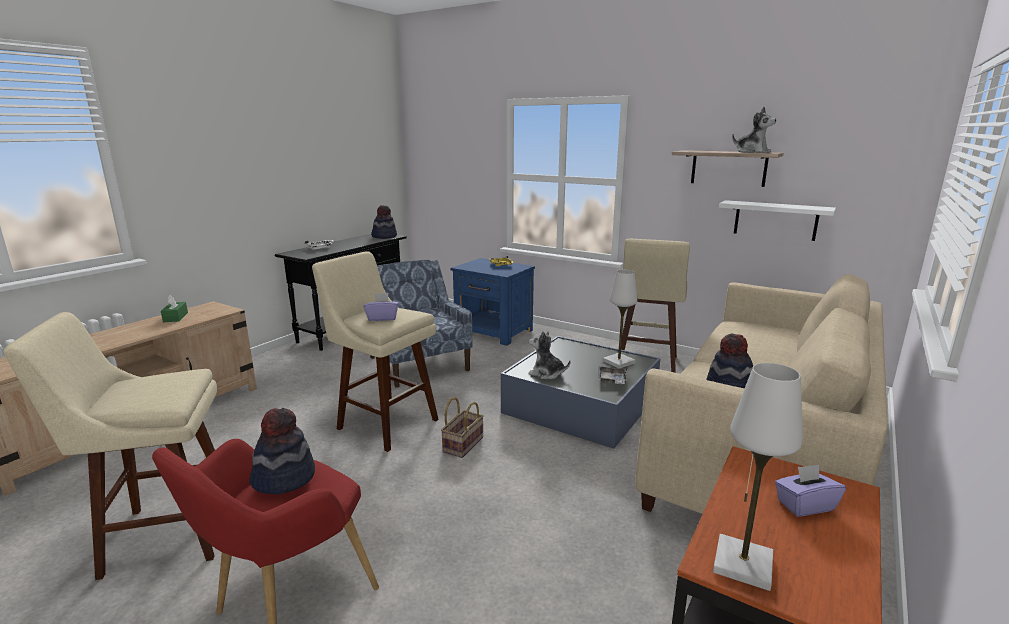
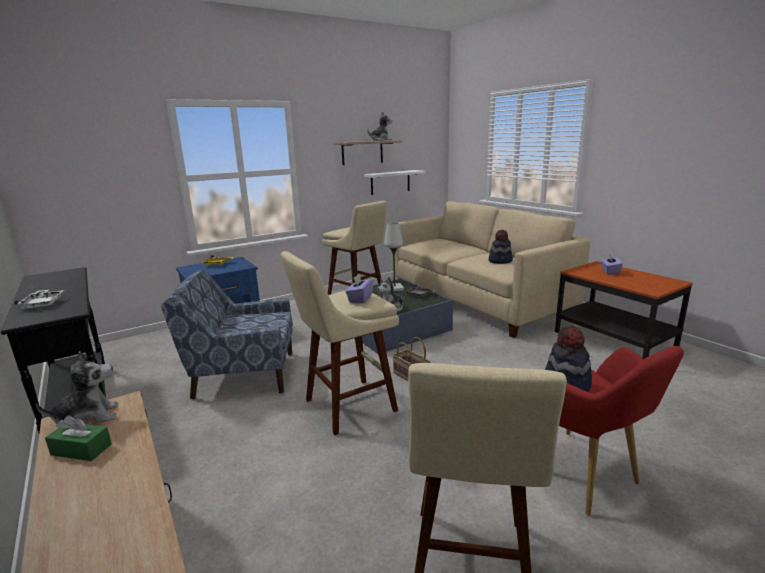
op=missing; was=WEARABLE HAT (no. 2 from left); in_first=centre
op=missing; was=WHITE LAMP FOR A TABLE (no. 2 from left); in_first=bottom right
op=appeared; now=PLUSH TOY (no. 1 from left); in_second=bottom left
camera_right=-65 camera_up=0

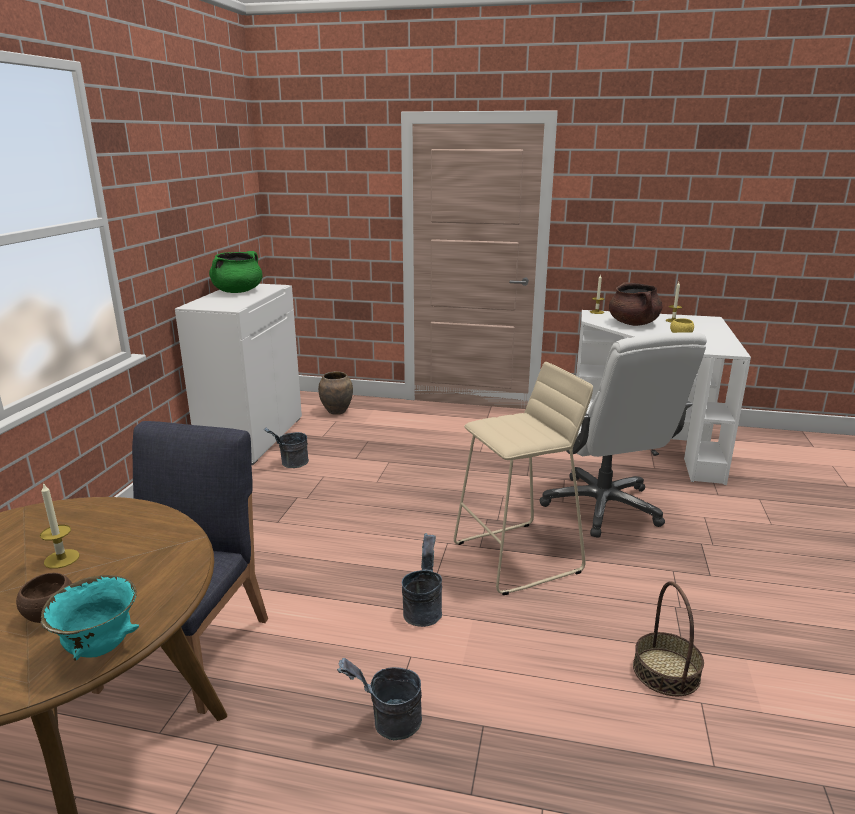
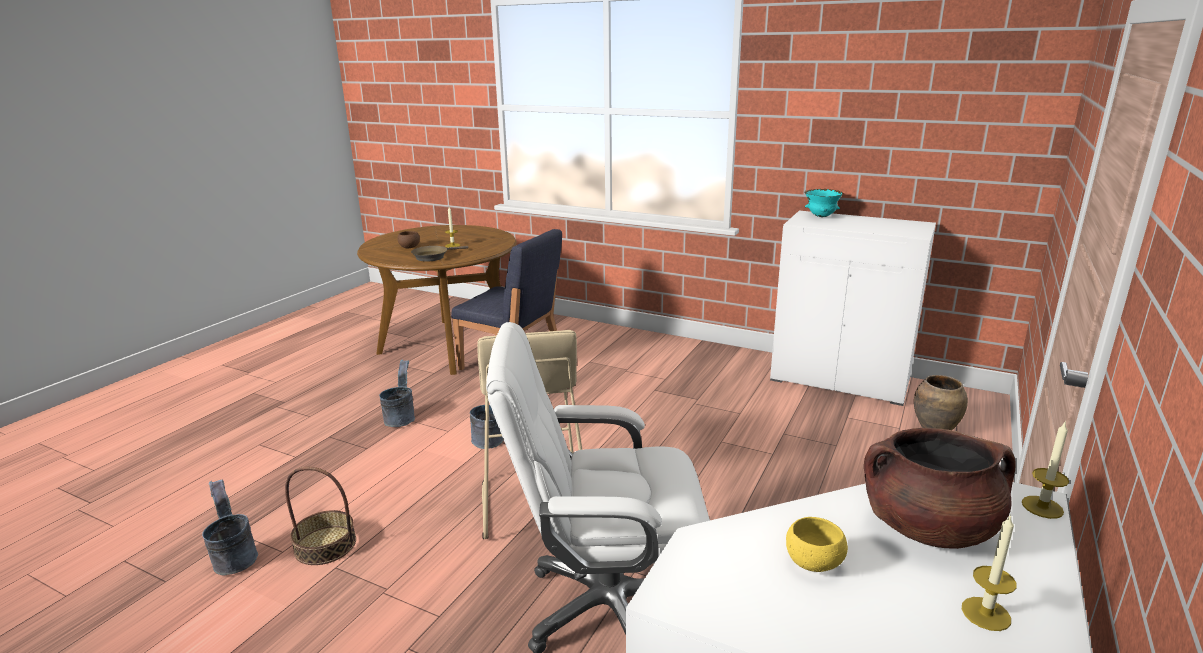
op=relocated; was=TURQUOISE SERVING BOWL; in_first=bottom left; in_second=top right
op=missing; was=GREEN-COLOURED STOCKPOT; in_first=middle left
op=relocated; was=GREYISH PAIL (no. 1 from left); in_first=centre; in_second=bottom left
op=appeared; now=BROWNISH PAN; in_second=centre
camera_right=105 camera_up=0

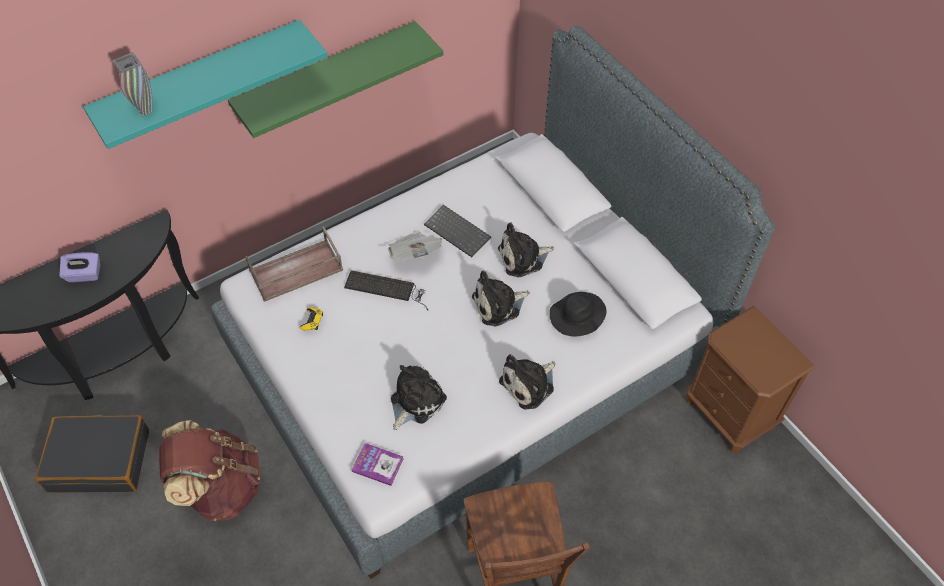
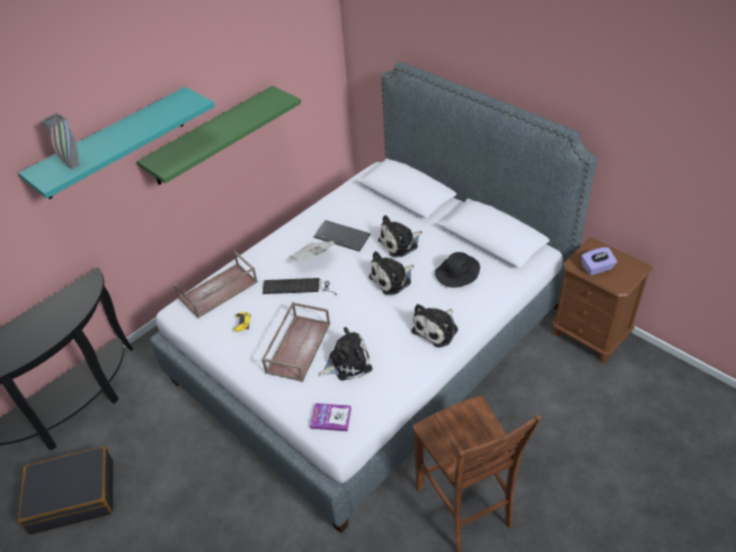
op=relocated; was=PURPLISH TISSUE BOX; in_first=middle left; in_second=middle right
op=missing; was=BROWNISH RUCKSACK; in_first=bottom left
op=spun; was=PLUSH TOY (no. 1 from left); in_first=bottom centre; in_second=centre; clockwise=45
op=appeared; now=BROWNISH SERVING TRAY (no. 2 from left); in_second=centre
camera_right=-10 camera_up=-10

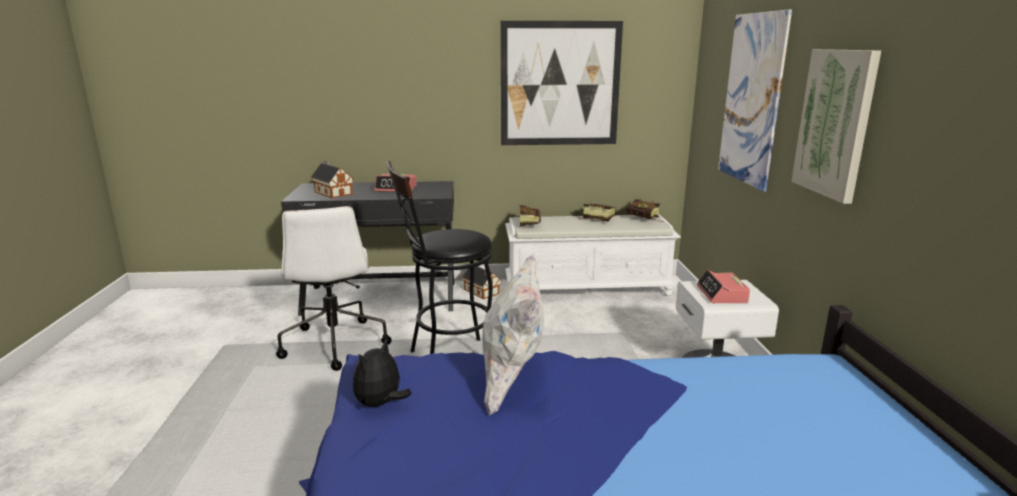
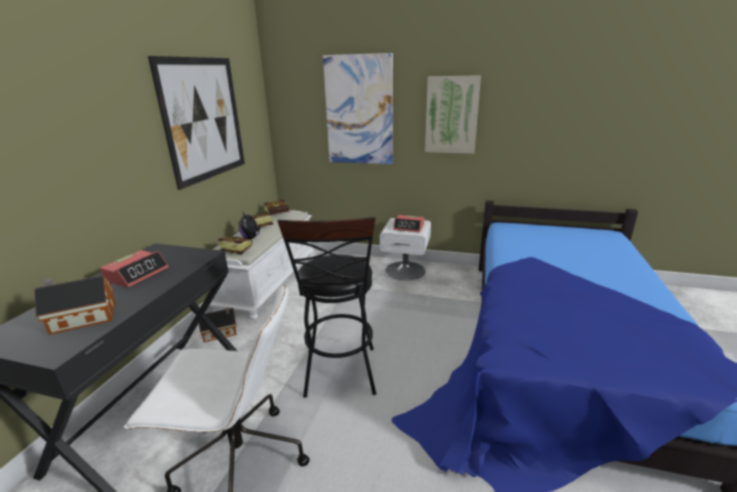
op=relocated; was=PLUSH TOY; in_first=bottom centre; in_second=centre
op=missing; was=WHITE CUSHION; in_first=bottom centre
camera_right=-70 camera_up=5

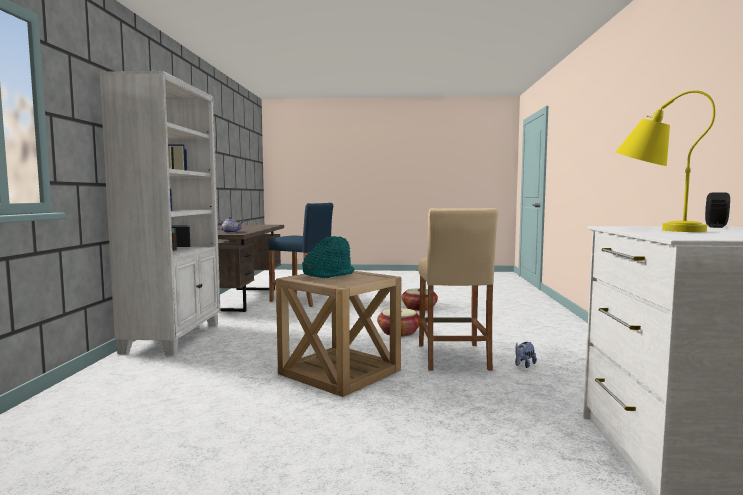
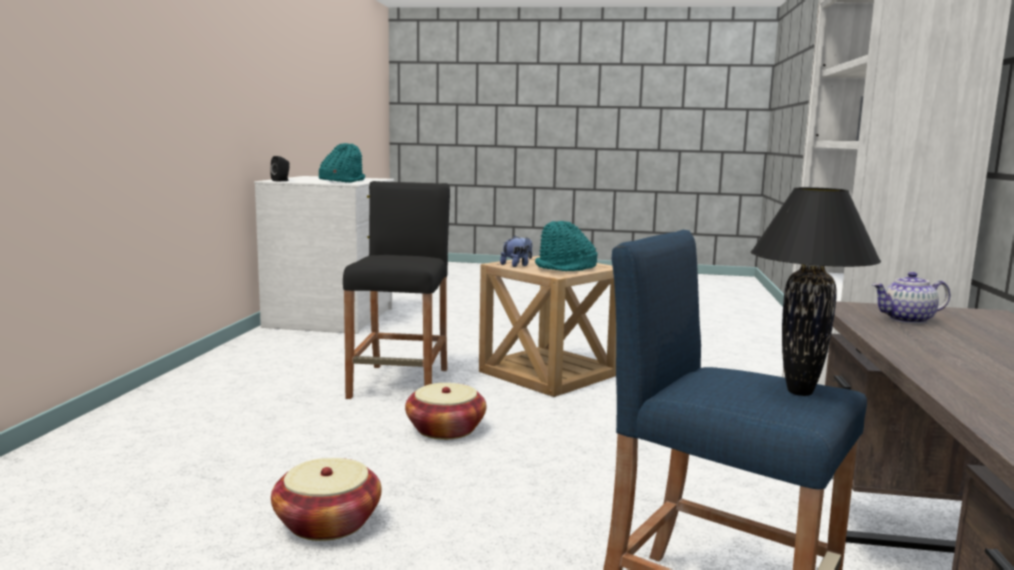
op=colour; was=BEIGE-COLOURED STOOL; now=BLACK STOOL; in_first=centre; in_second=centre
op=relocated; was=PLUSH TOY; in_first=bottom right; in_second=centre
op=exchanged; was=YELLOW-COLOURED LAMP FOR A TABLE; now=TURQUOISE WEARABLE HAT (no. 1 from left); in_first=top right; in_second=top centre
op=appeared; now=BLACK LAMP FOR A TABLE; in_second=middle right
camera_right=-175 camera_up=5

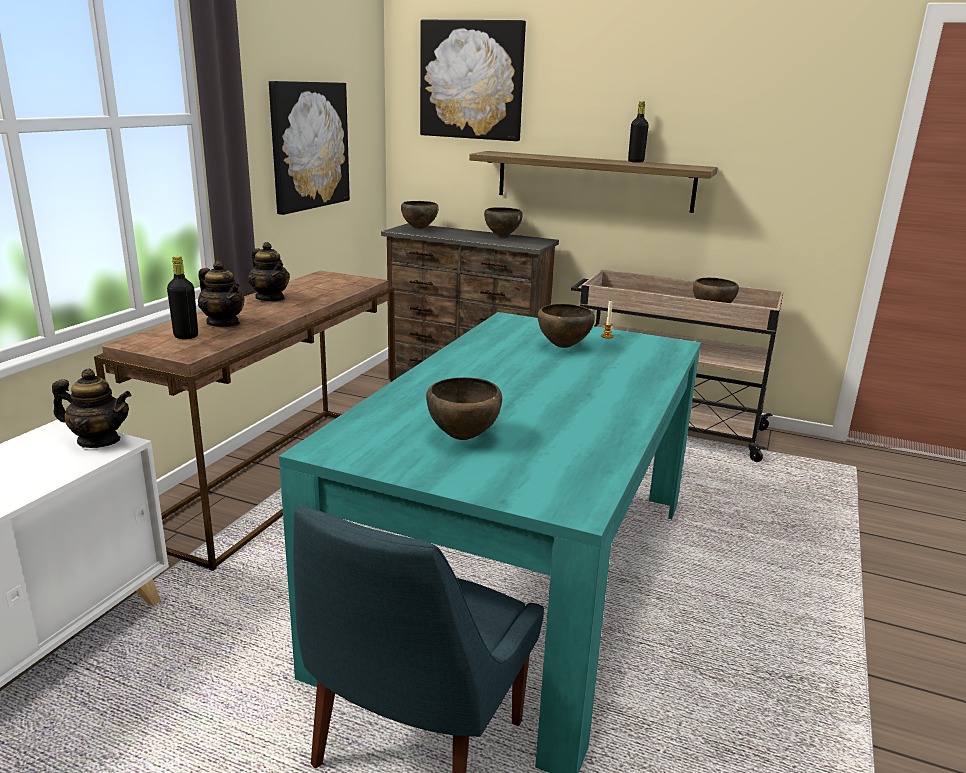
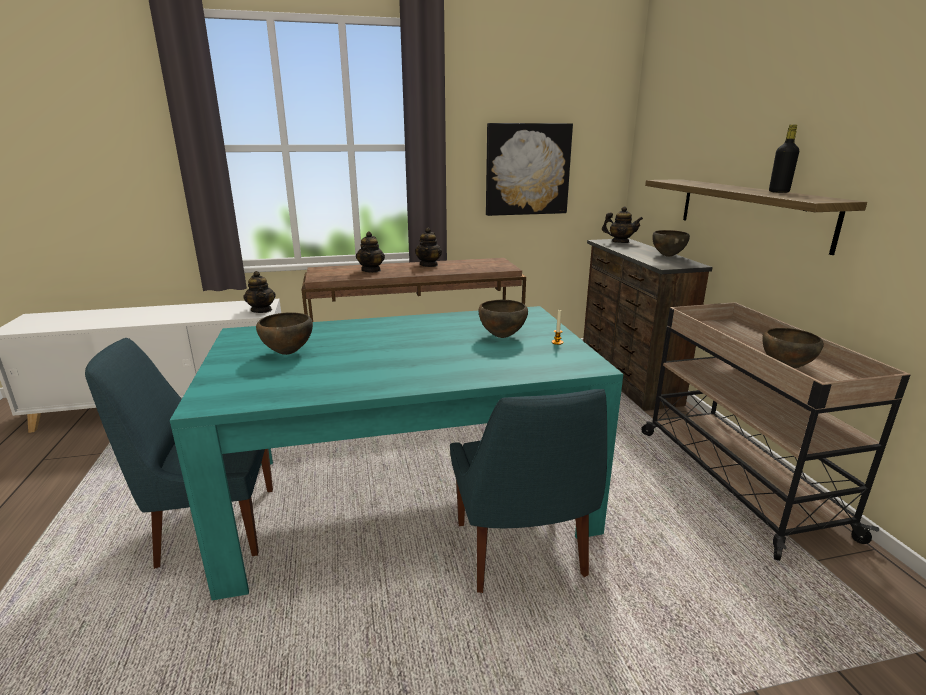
op=missing; was=BLACK DRINK BOTTLE (no. 1 from left); in_first=middle left
op=exchanged; was=BROWNISH SERVING BOWL (no. 1 from left); now=TEAPOT (no. 4 from left); in_first=top centre; in_second=top right
op=missing; was=PICTURE (no. 2 from left); in_first=top centre
op=appeared; now=BLUE CHAIR (no. 2 from left); in_second=bottom centre
camera_right=55 camera_up=0

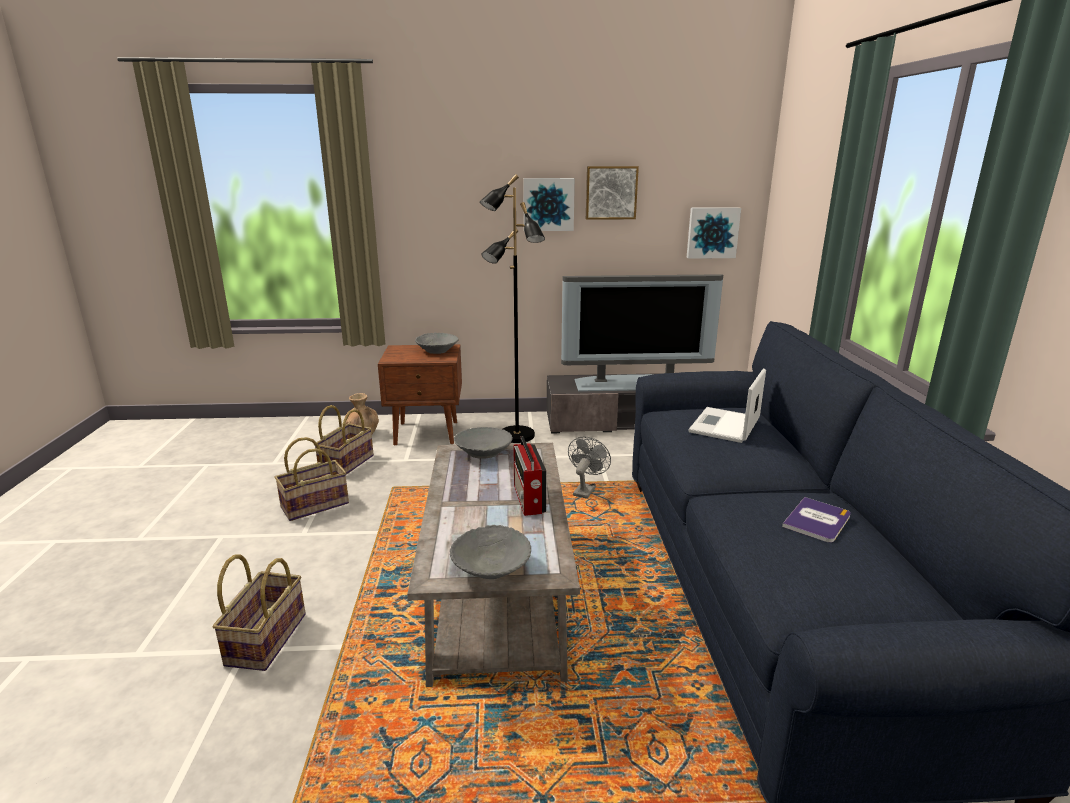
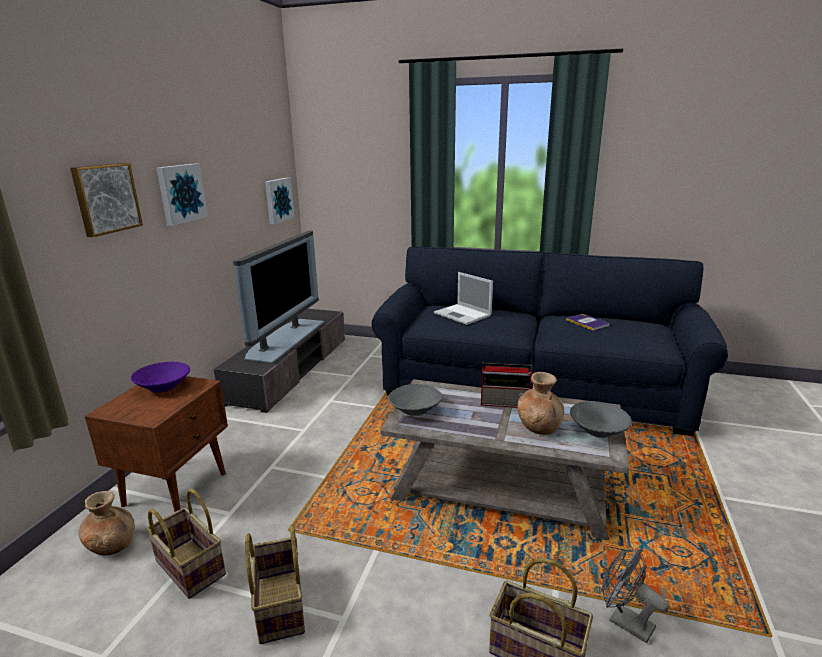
op=colour; was=GREYISH SERVING BOWL (no. 1 from left); now=PURPLISH SERVING BOWL; in_first=centre; in_second=middle left
op=missing; was=BLACK FLOOR LAMP; in_first=centre
op=relocated; was=GREYISH COOLING FAN; in_first=centre; in_second=bottom right
op=relocated; was=PICTURE (no. 2 from left in the first image); now=PICTURE (no. 1 from left); in_first=top centre; in_second=top left
op=appeared; now=BROWNISH VASE (no. 2 from left); in_second=centre
camera_right=-70 camera_up=0

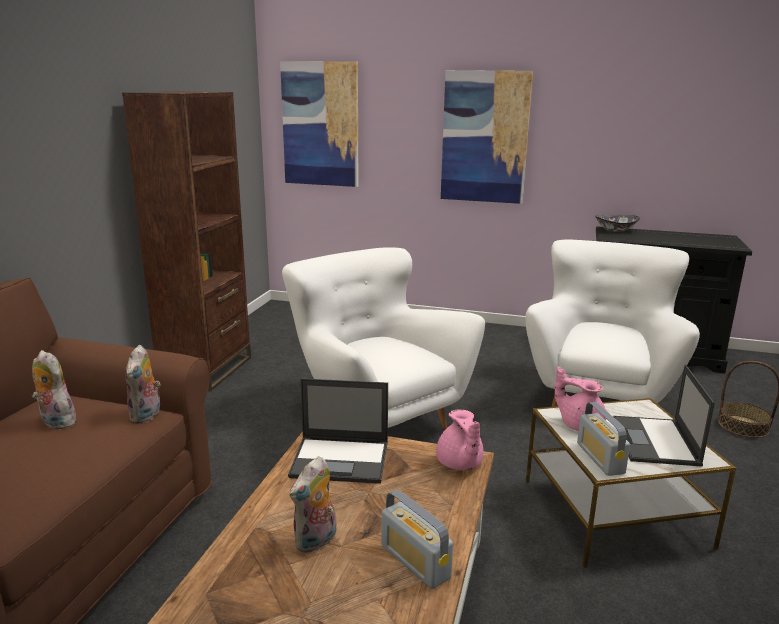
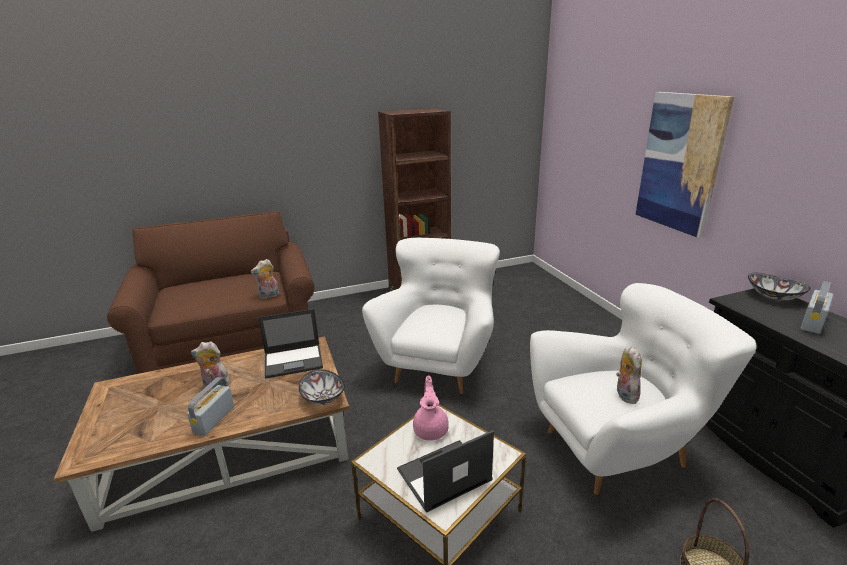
op=relocated; was=PLUSH TOY (no. 1 from left in the first image); now=PLUSH TOY (no. 3 from left); in_first=middle left; in_second=middle right
op=missing; was=PICTURE (no. 1 from left); in_first=top centre
op=spun; was=PORTABLE COMPUTER (no. 1 from left); in_first=bottom centre; in_second=centre; clockwise=-75
op=exchanged; was=PINK TEAPOT (no. 1 from left); now=SERVING BOWL (no. 1 from left); in_first=bottom centre; in_second=bottom centre
op=relocated; was=RADIO RECEIVER (no. 2 from left); in_first=bottom right; in_second=middle right
camera_right=55 camera_up=5

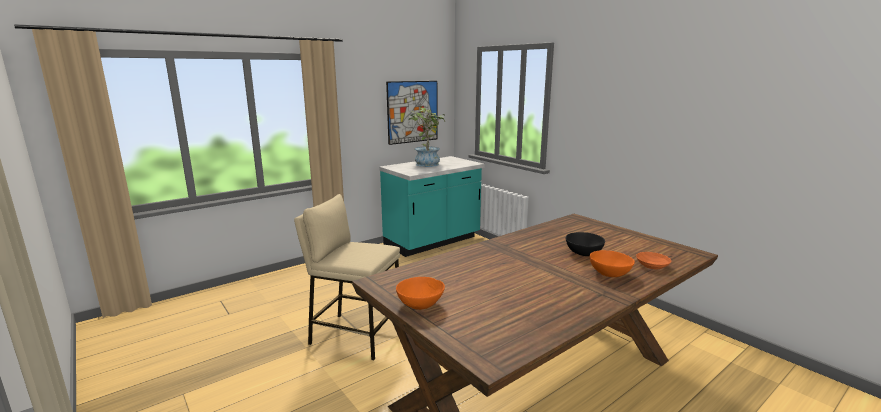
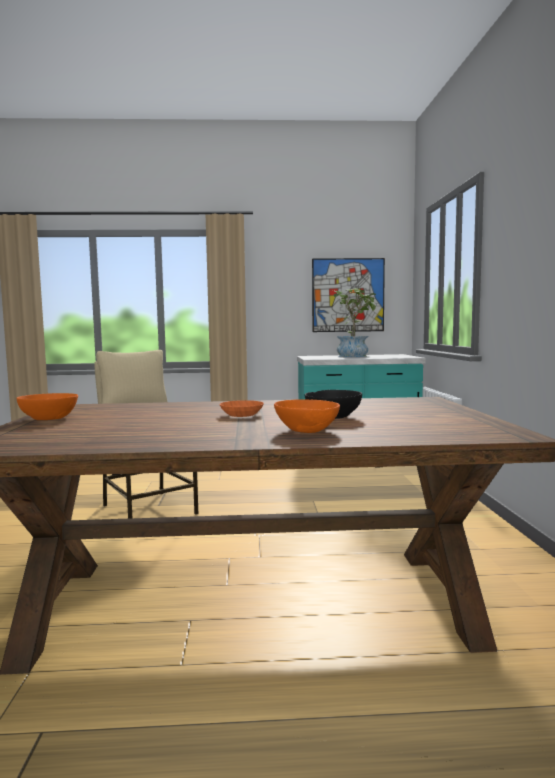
op=relocated; was=ORANGEY SERVING BOWL (no. 3 from left in the first image); now=ORANGEY SERVING BOWL (no. 2 from left); in_first=middle right; in_second=centre
camera_right=35 camera_up=-10

